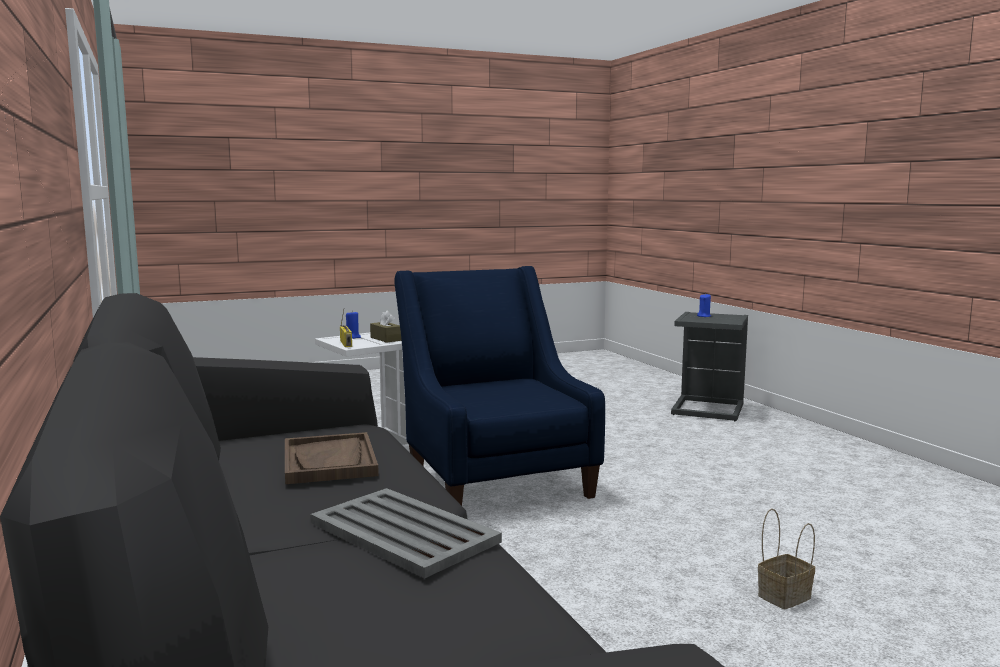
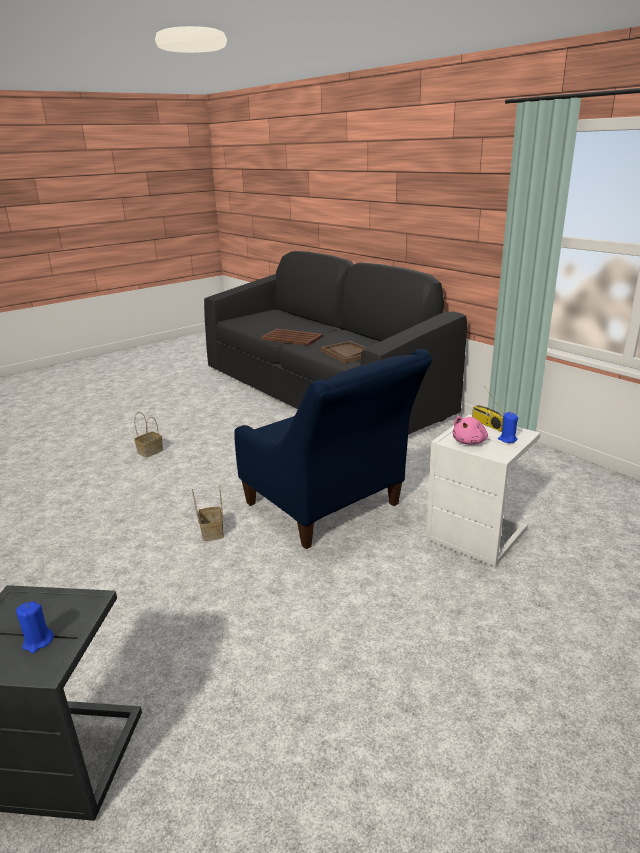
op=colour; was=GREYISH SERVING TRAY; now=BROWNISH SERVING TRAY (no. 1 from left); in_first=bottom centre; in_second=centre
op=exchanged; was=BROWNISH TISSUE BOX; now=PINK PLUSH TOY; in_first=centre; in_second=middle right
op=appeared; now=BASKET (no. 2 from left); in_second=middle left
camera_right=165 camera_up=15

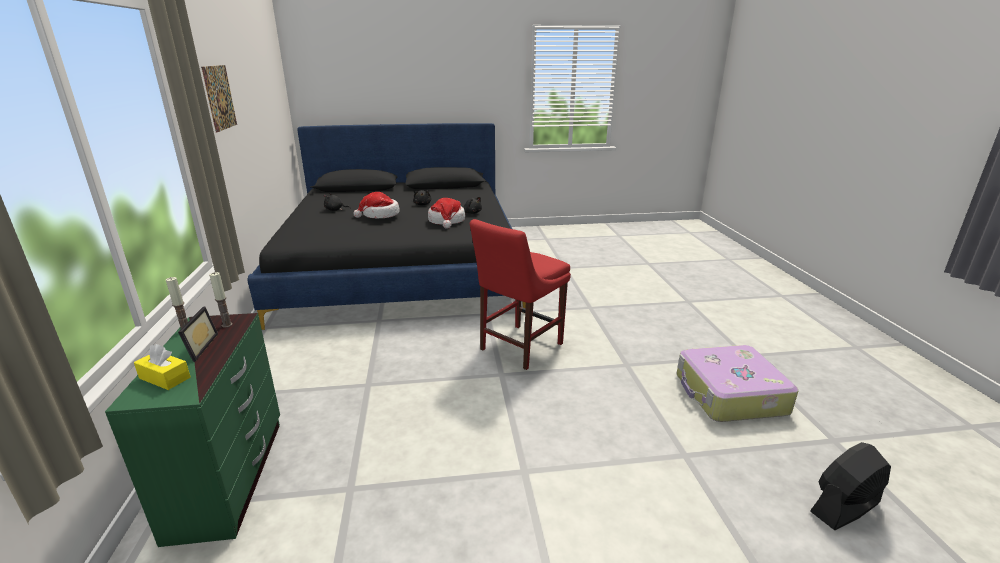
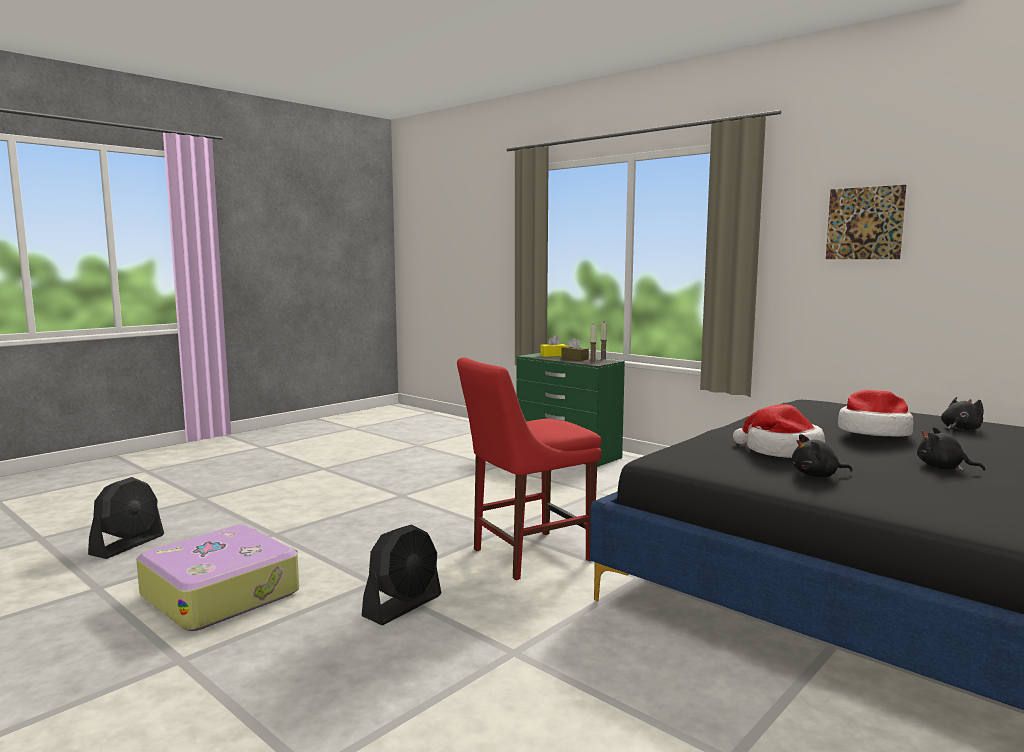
op=exchanged; was=STANDING FRAME; now=BROWNISH TISSUE BOX; in_first=middle left; in_second=centre
op=spun; was=RED-COLOURED CHAIR; in_first=centre; in_second=centre; clockwise=-120
op=appeared; now=BLACK COOLING FAN (no. 2 from left); in_second=bottom centre
camera_right=140 camera_up=-15

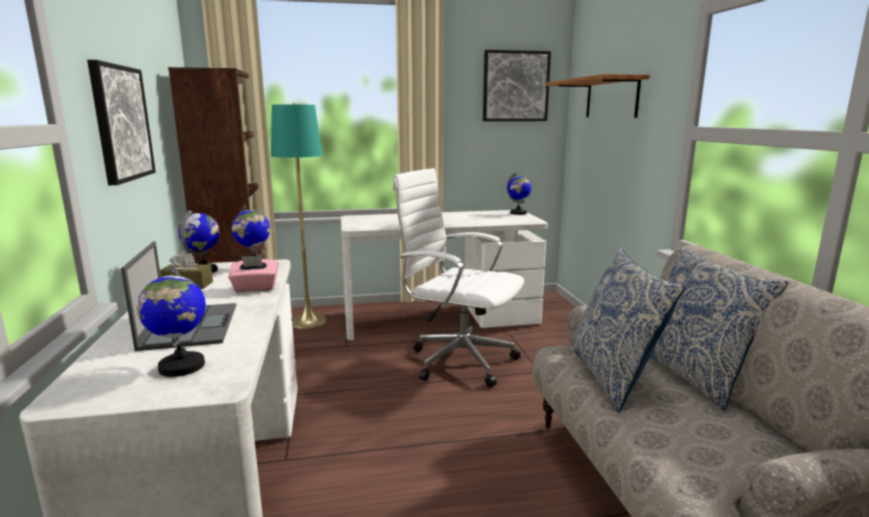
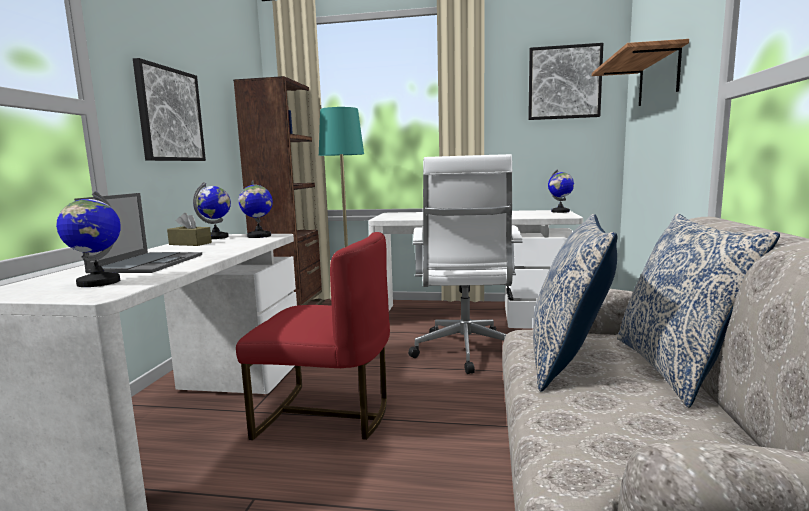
op=missing; was=PINK TISSUE BOX; in_first=middle left
op=spun; was=WHITE OFFICE CHAIR; in_first=centre; in_second=centre; clockwise=-135
op=appeared; now=RED-COLOURED CHAIR; in_second=centre
camera_right=20 camera_up=-5

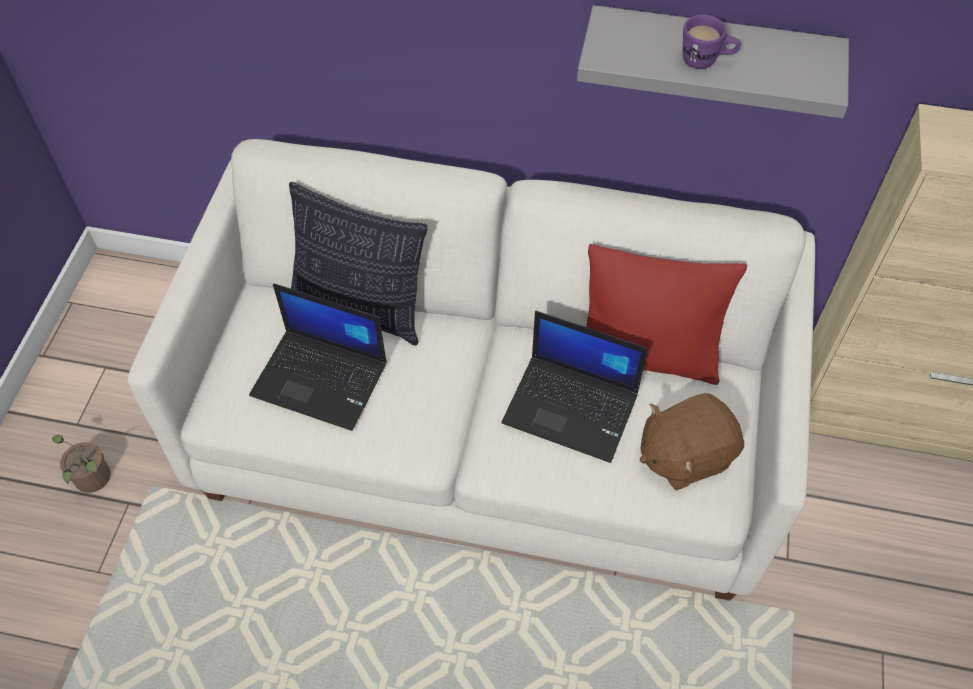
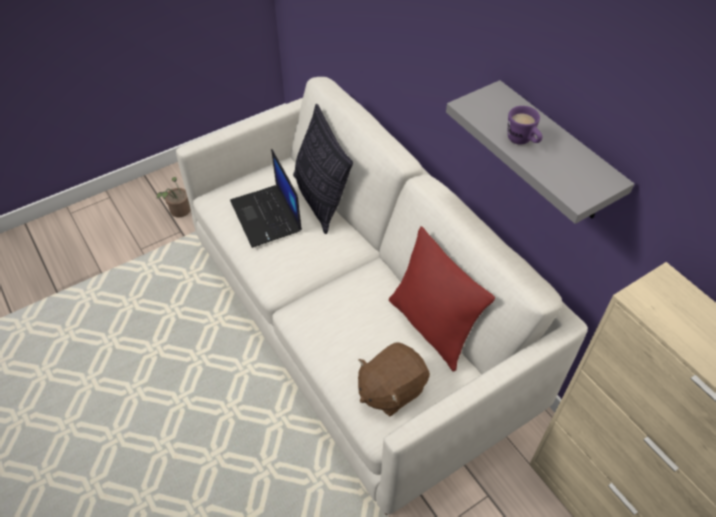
op=missing; was=PORTABLE COMPUTER (no. 2 from left); in_first=centre
op=spun; was=BROWNISH PLUSH TOY; in_first=middle right; in_second=bottom centre; clockwise=-60
camera_right=45 camera_up=-5

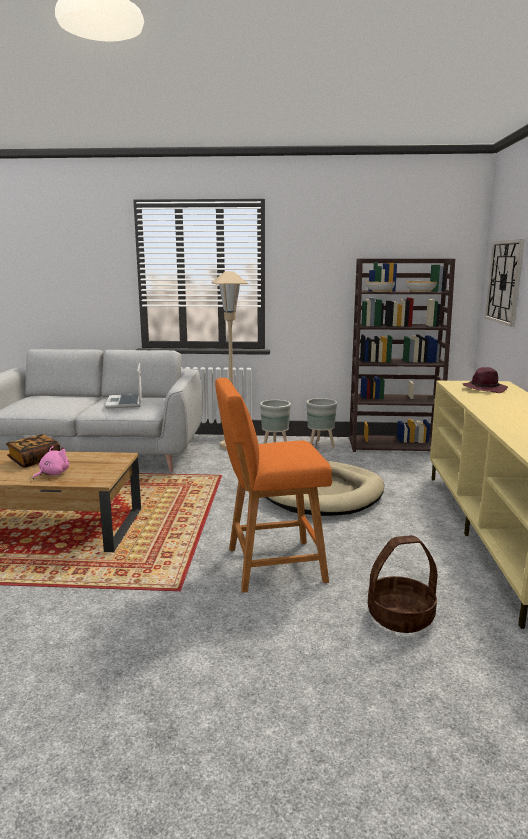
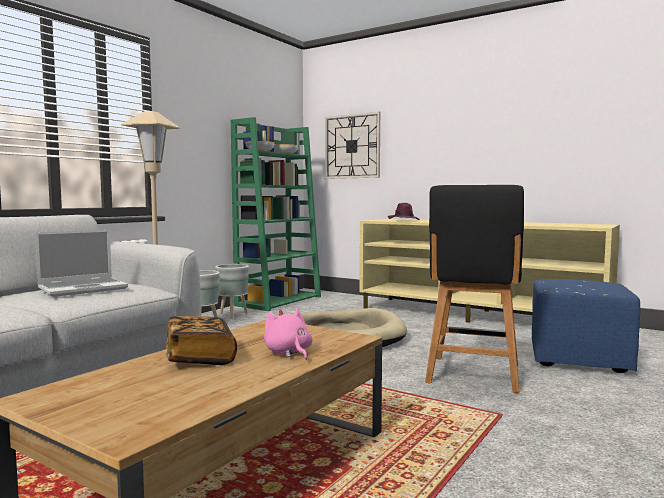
op=spun; was=PORTABLE COMPUTER; in_first=middle left; in_second=middle left; clockwise=-60
op=colour; was=ORANGEY STOOL; now=BLACK STOOL; in_first=centre; in_second=middle right
op=colour; was=BROWNISH SHELVING UNIT; now=GREEN-COLOURED SHELVING UNIT; in_first=middle right; in_second=centre
op=exchanged; was=BASKET; now=BLUE POUFFE; in_first=bottom right; in_second=middle right
camera_right=-60 camera_up=-10

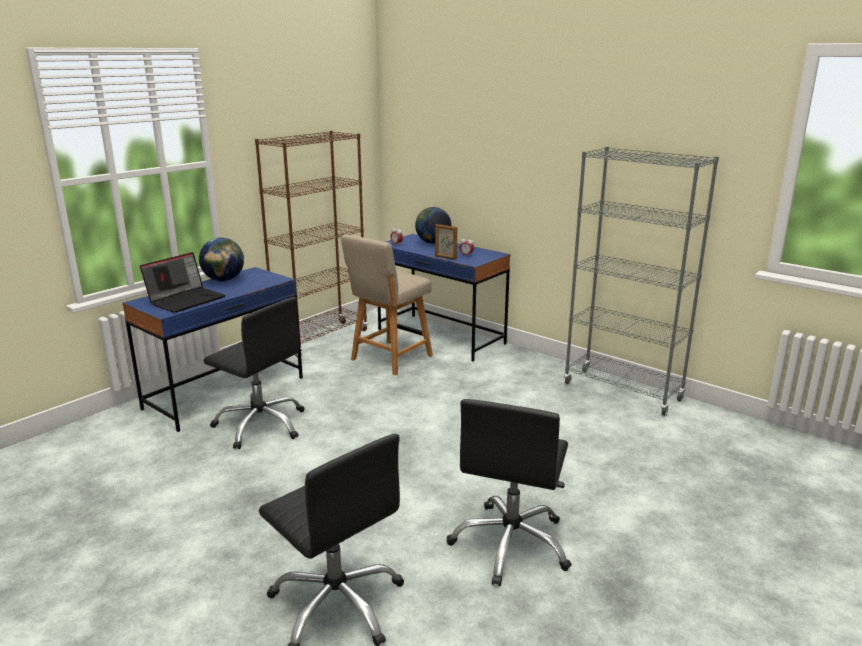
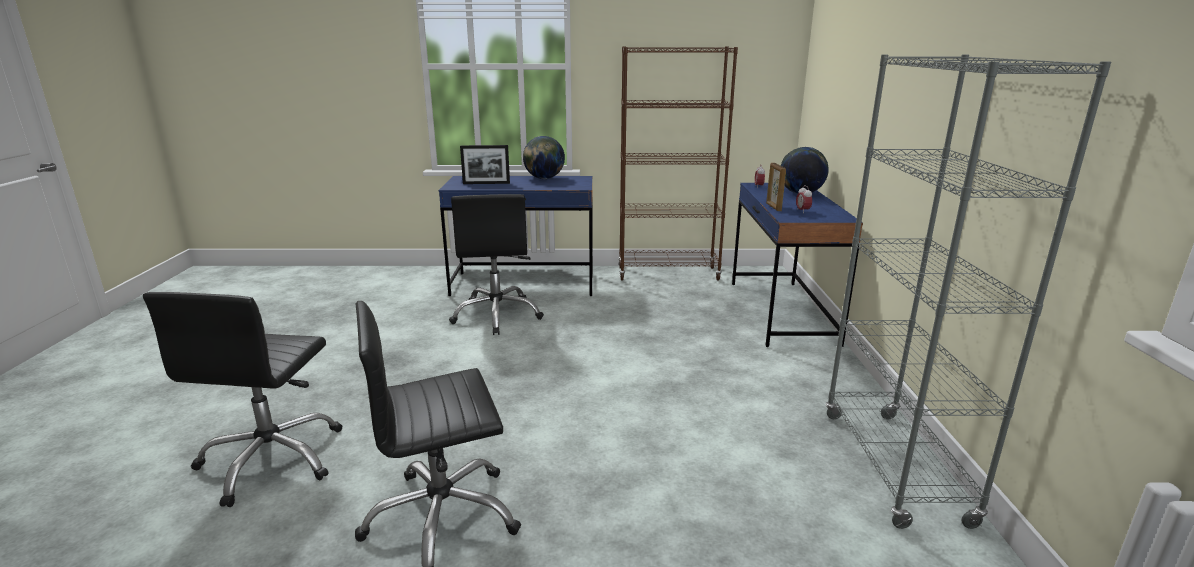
op=exchanged; was=PORTABLE COMPUTER; now=STANDING FRAME (no. 1 from left); in_first=middle left; in_second=top centre
op=missing; was=BEIGE-COLOURED CHAIR; in_first=centre
camera_right=50 camera_up=0

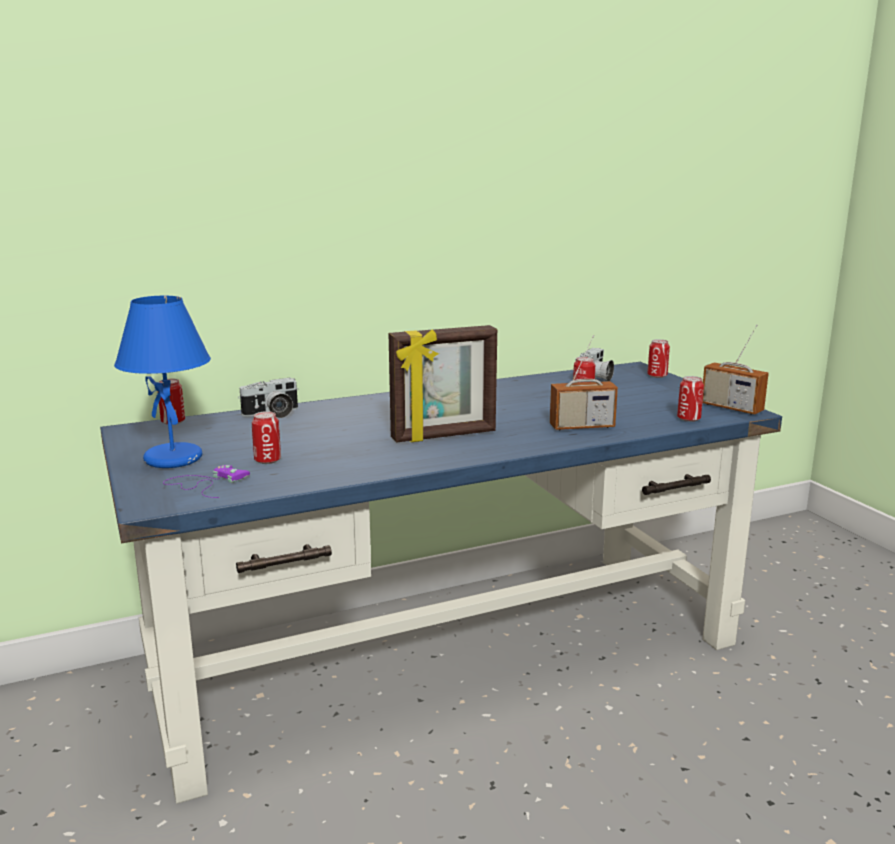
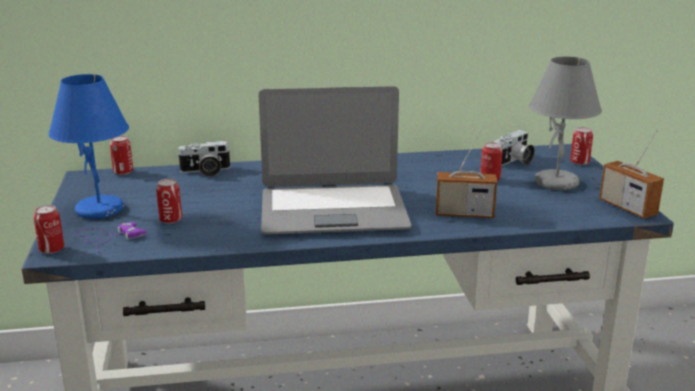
op=exchanged; was=STANDING FRAME; now=PORTABLE COMPUTER; in_first=centre; in_second=centre
op=relocated; was=CAN (no. 5 from left in the first image); now=CAN (no. 1 from left); in_first=middle right; in_second=middle left
op=appeared; now=GREYISH LAMP FOR A TABLE; in_second=top right
camera_right=15 camera_up=5

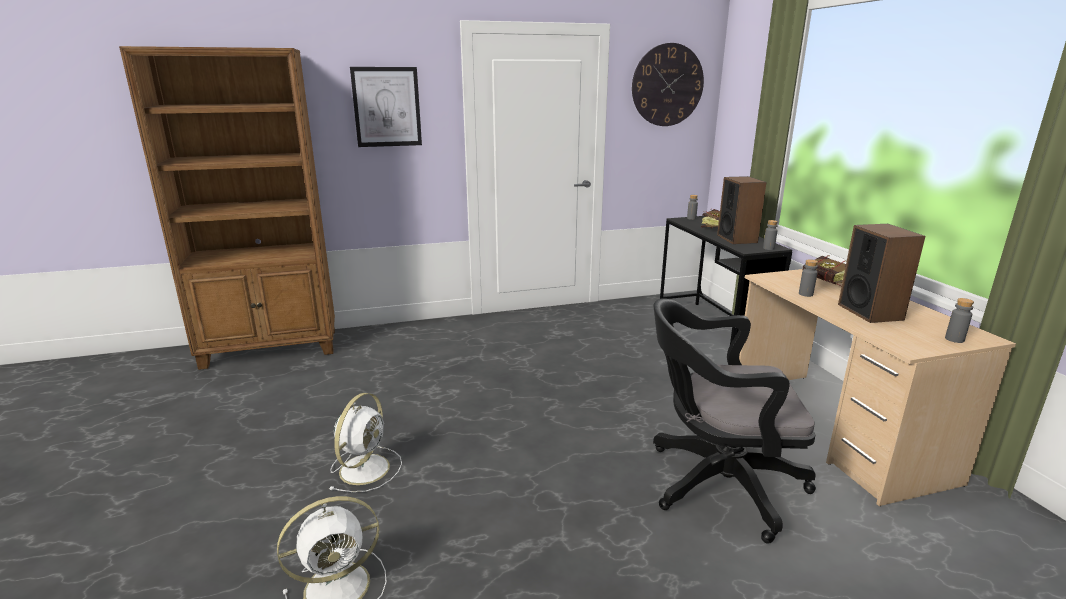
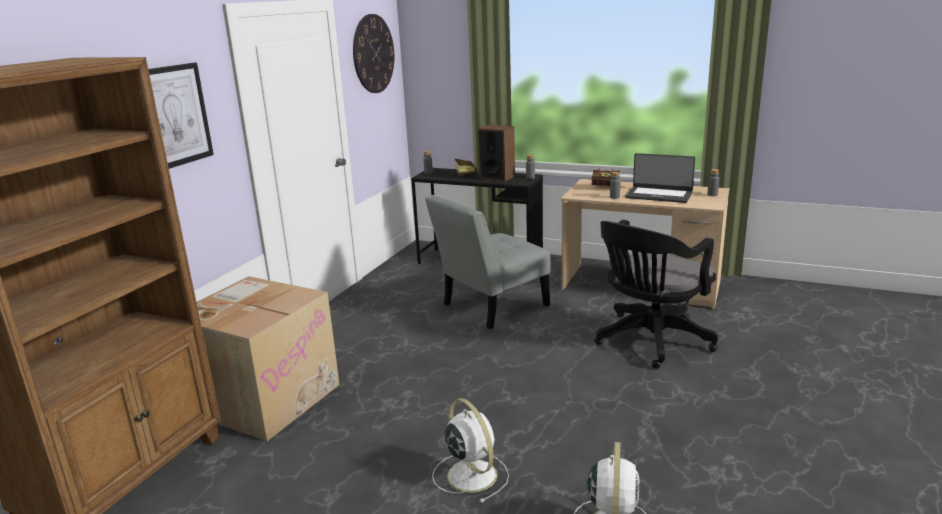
op=exchanged; was=LOUDSPEAKER (no. 2 from left); now=PORTABLE COMPUTER; in_first=middle right; in_second=middle right
op=appeared; now=CARDBOARD BOX; in_second=bottom left
op=appeared; now=GREYISH CHAIR; in_second=centre
camera_right=-50 camera_up=0

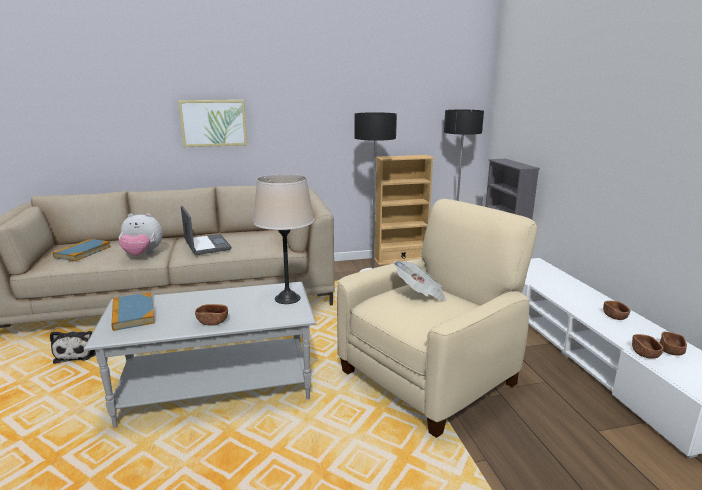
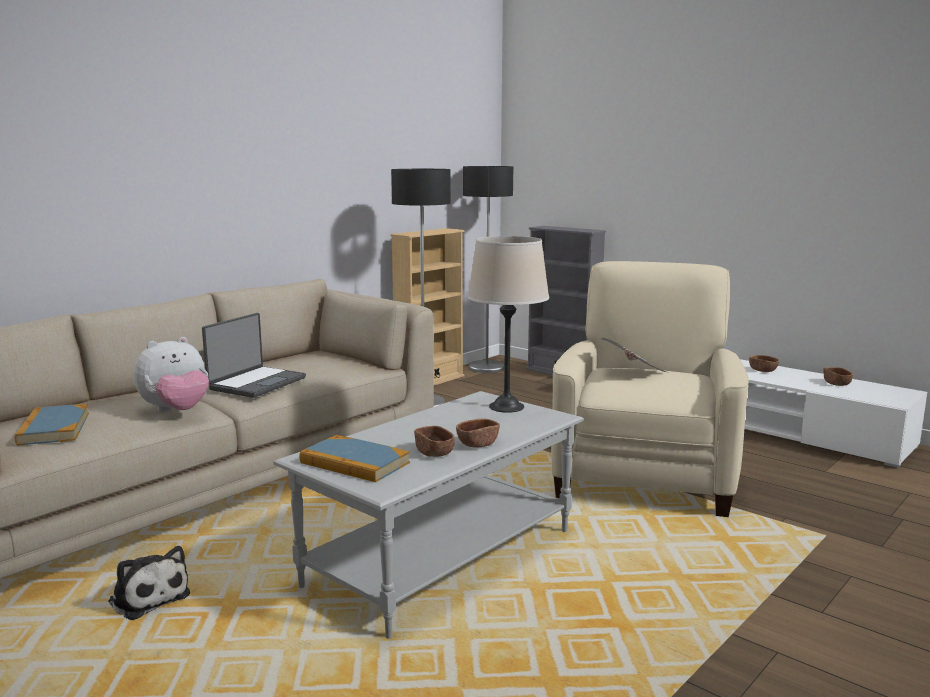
op=missing; was=PICTURE; in_first=top left
op=spun; was=PORTABLE COMPUTER; in_first=middle left; in_second=middle left; clockwise=90
op=relocated; was=BROWNISH SERVING BOWL (no. 3 from left in the first image); now=BROWNISH SERVING BOWL (no. 1 from left); in_first=bottom right; in_second=centre
camera_right=-35 camera_up=-5

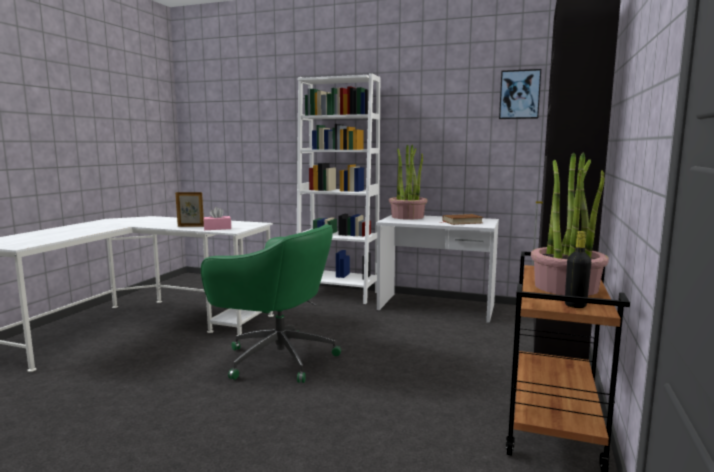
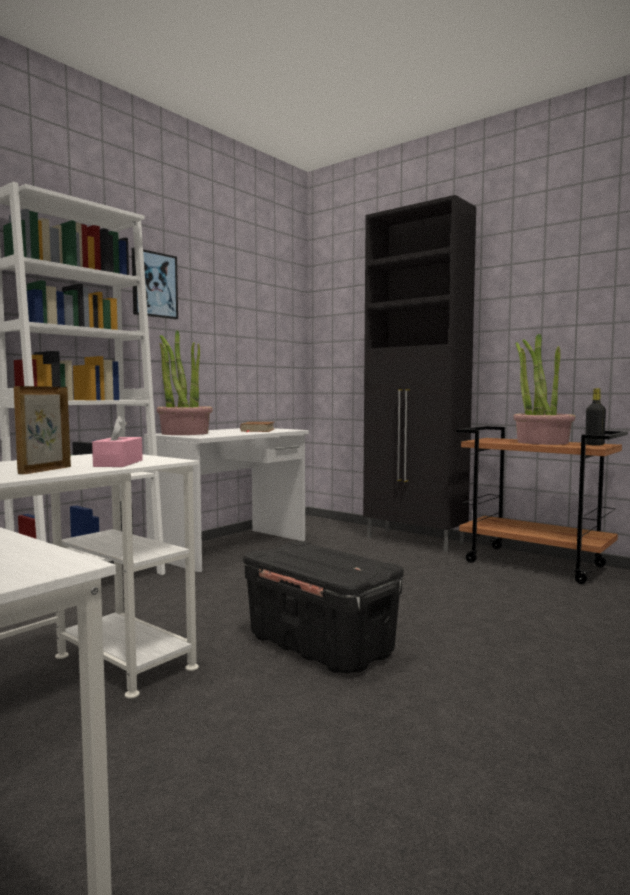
op=exchanged; was=GREEN-COLOURED OFFICE CHAIR; now=BLACK STORAGE BOX; in_first=centre; in_second=bottom centre
op=relocated; was=PICTURE; in_first=top right; in_second=top left
camera_right=-70 camera_up=-5

